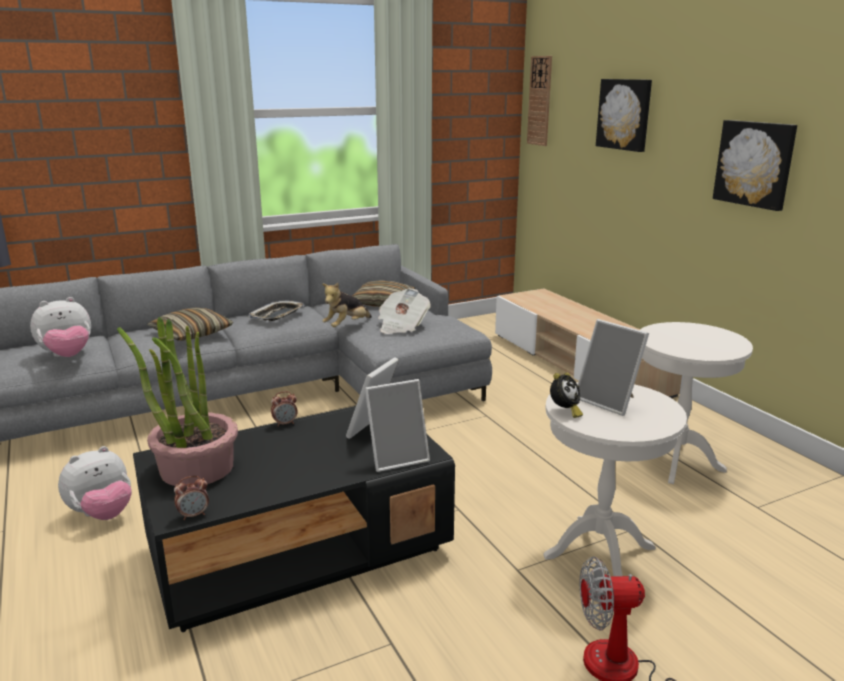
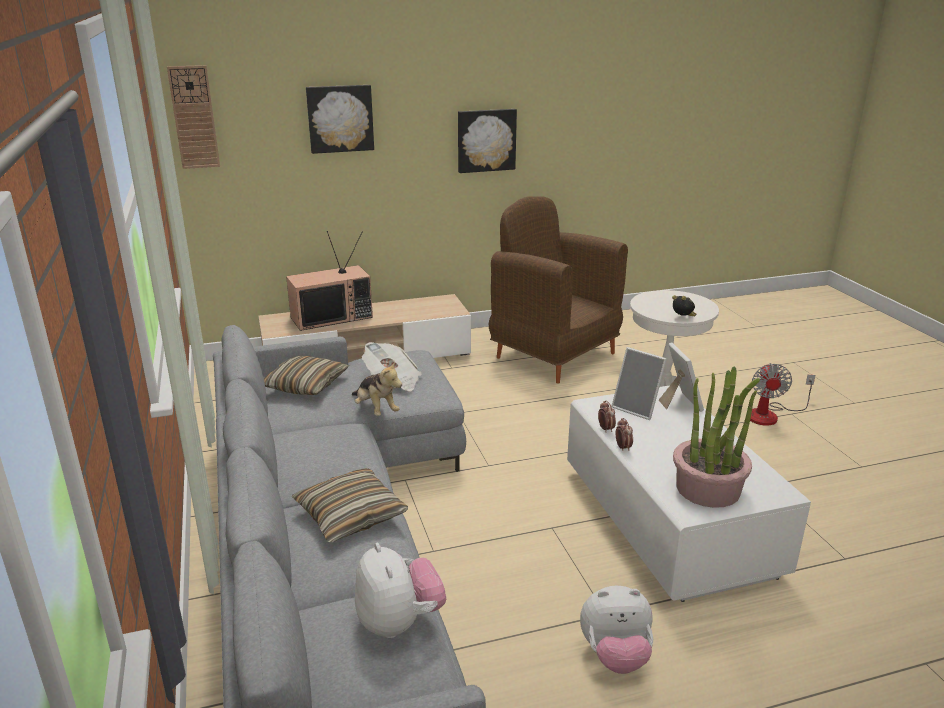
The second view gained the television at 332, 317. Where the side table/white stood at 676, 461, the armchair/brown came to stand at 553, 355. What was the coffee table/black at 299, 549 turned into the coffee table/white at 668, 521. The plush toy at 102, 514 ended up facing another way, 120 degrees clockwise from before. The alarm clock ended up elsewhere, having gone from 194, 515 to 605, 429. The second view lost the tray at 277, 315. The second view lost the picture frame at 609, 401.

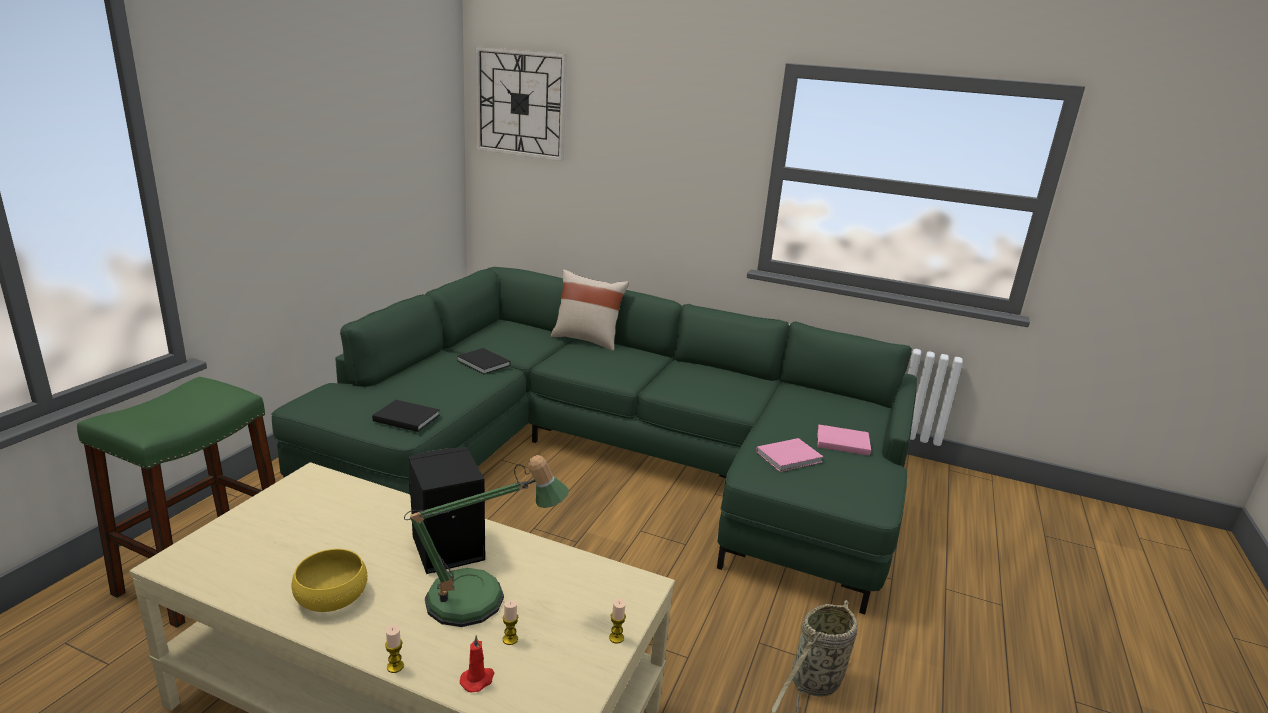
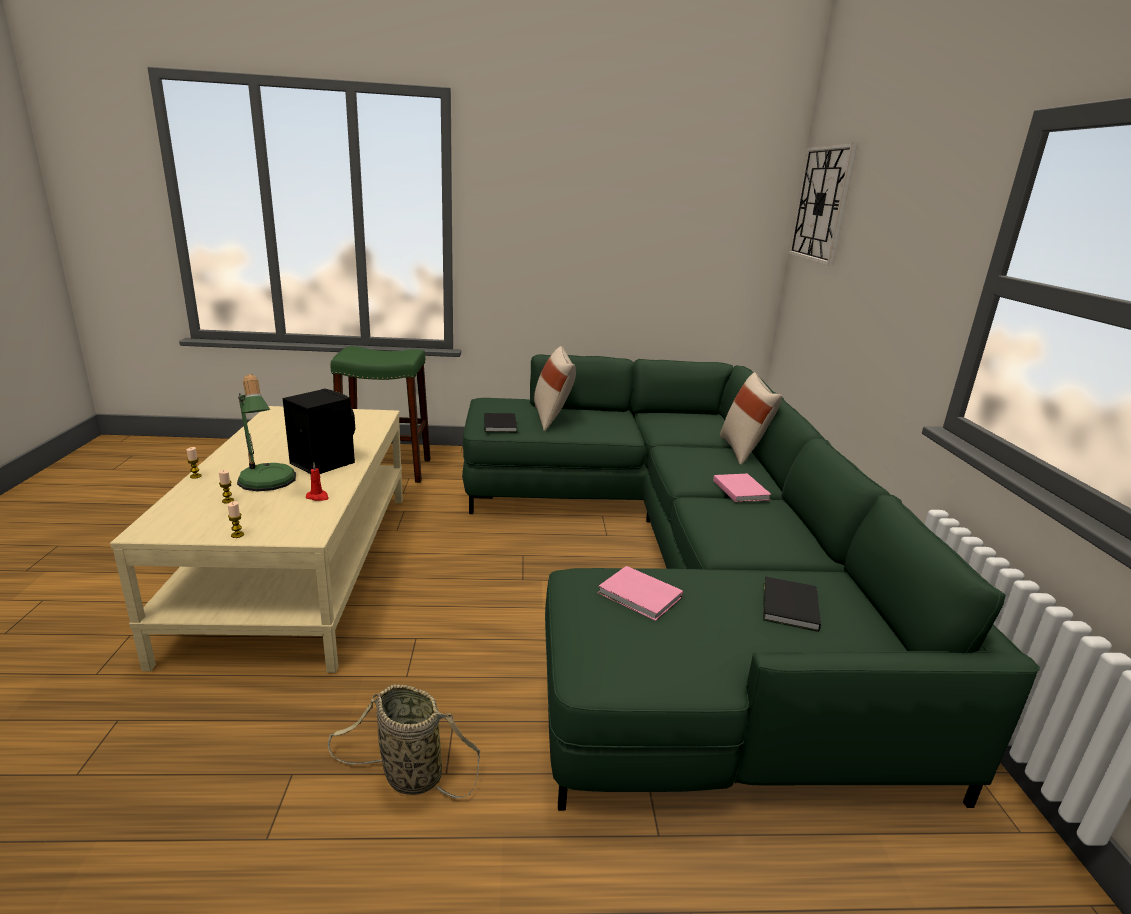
The candle/red ended up elsewhere, having gone from 478, 680 to 318, 497. The second view gained the pillow/beige at 552, 419. The book/pink ended up elsewhere, having gone from 841, 441 to 741, 489. The book/black ended up elsewhere, having gone from 483, 364 to 788, 607. The second view lost the bowl/yellow at 331, 596.

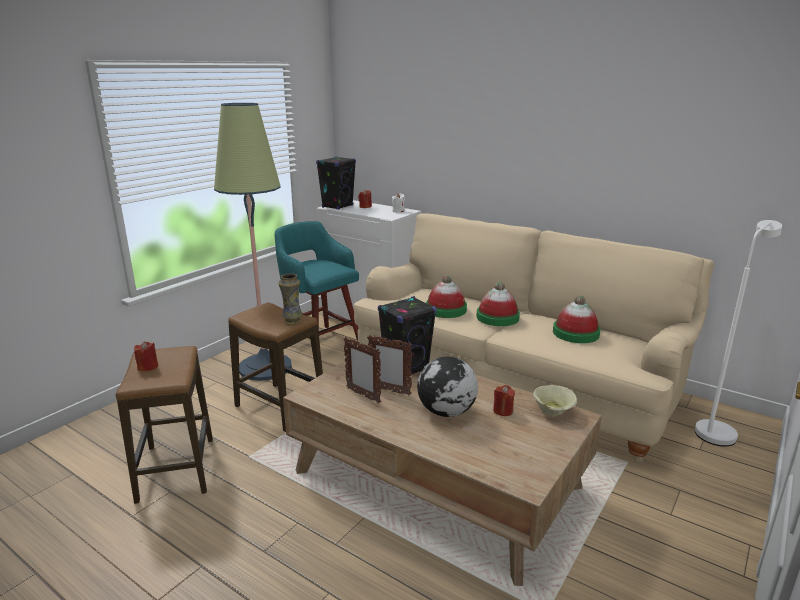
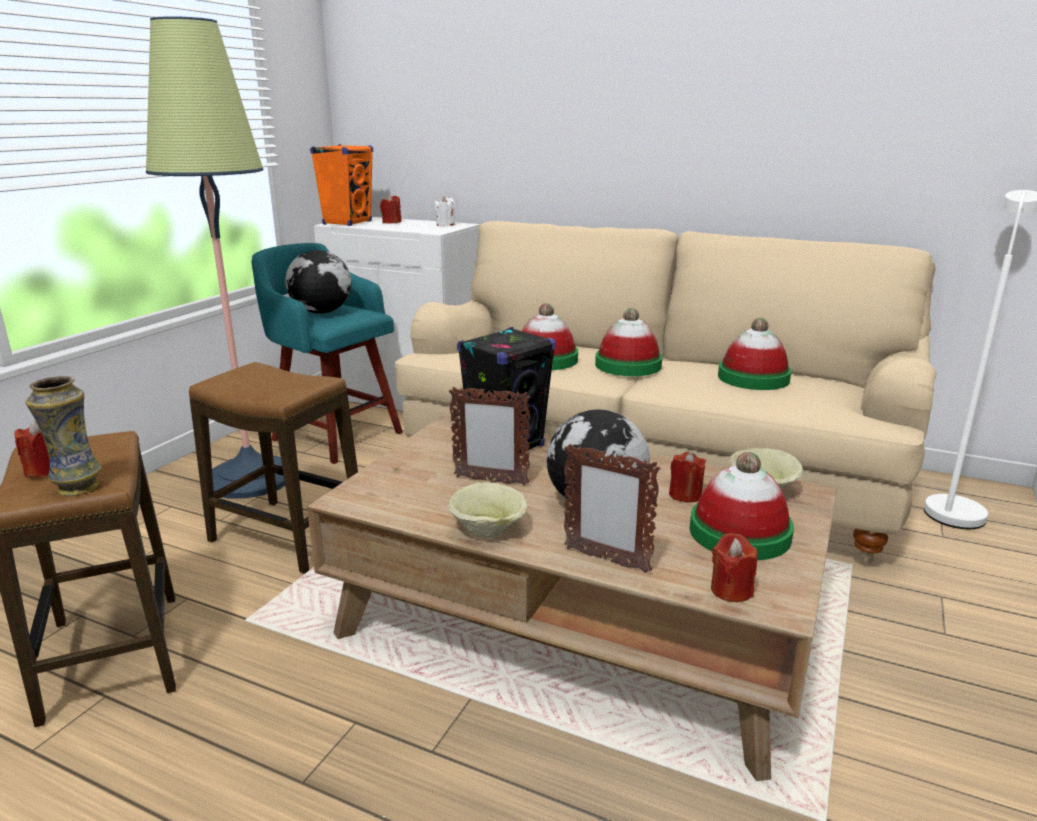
The vase ended up elsewhere, having gone from 292, 321 to 77, 488. The second view gained the globe at 322, 312. What was the speaker/black at 337, 206 turned into the speaker/orange at 347, 223. The second view gained the bowl/beige at 489, 529. The picture frame ended up elsewhere, having gone from 363, 395 to 606, 560. The second view gained the hat at 739, 533. The second view gained the candle/red at 731, 590.

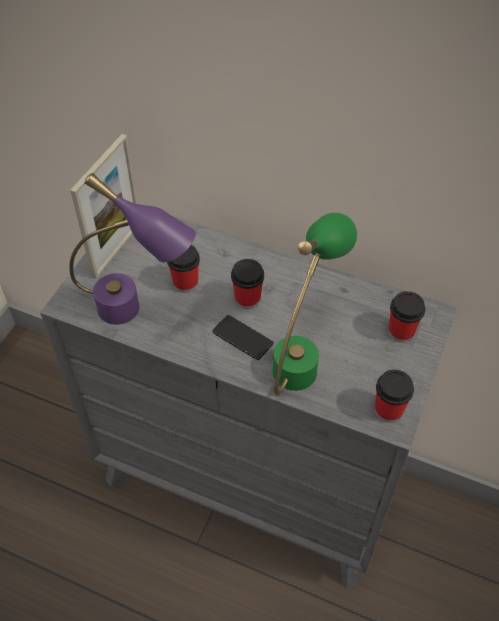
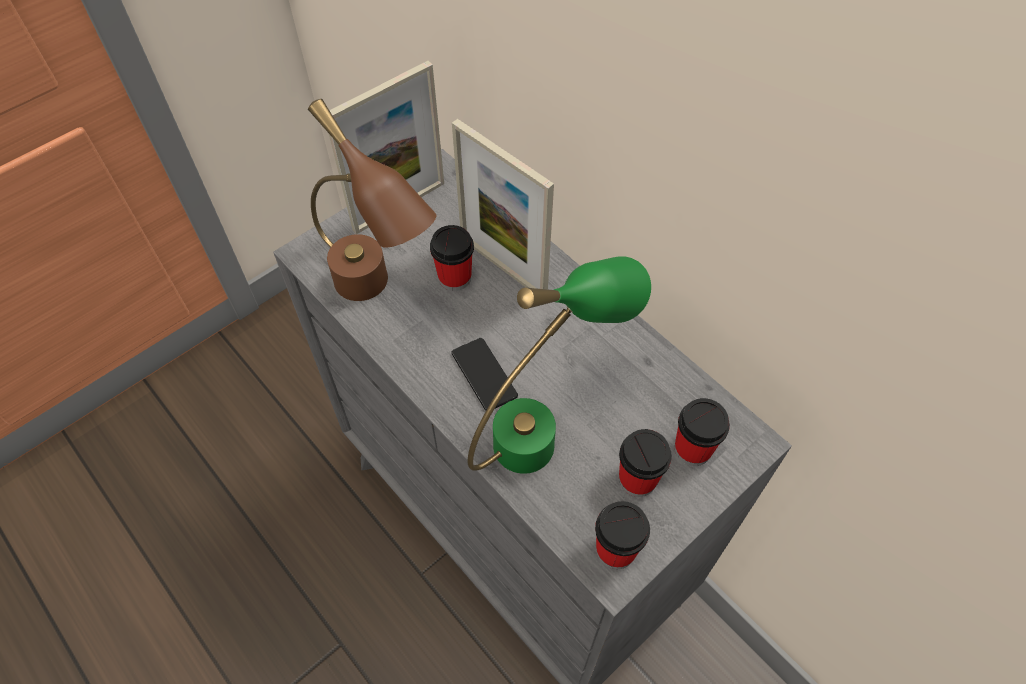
What was the table lamp/purple at 137, 313 turned into the table lamp/brown at 379, 294. The second view gained the picture frame at 503, 266. The cup ended up elsewhere, having gone from 247, 299 to 637, 479.

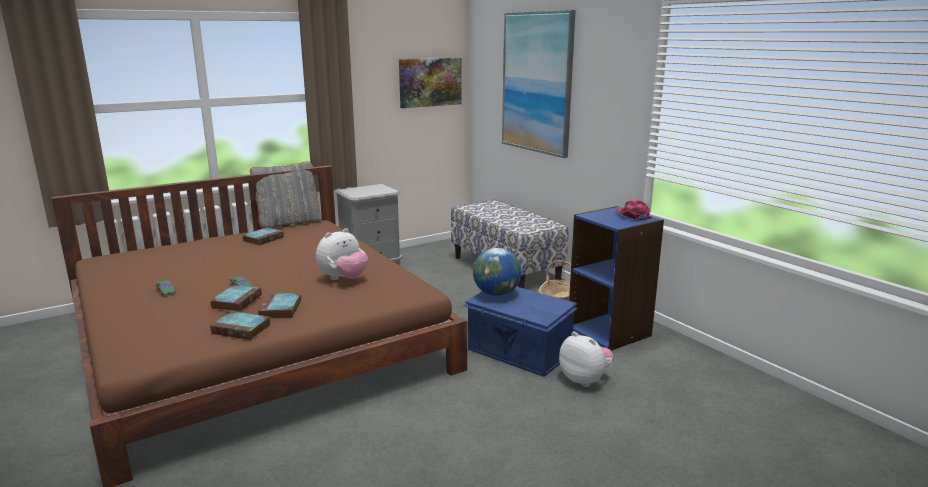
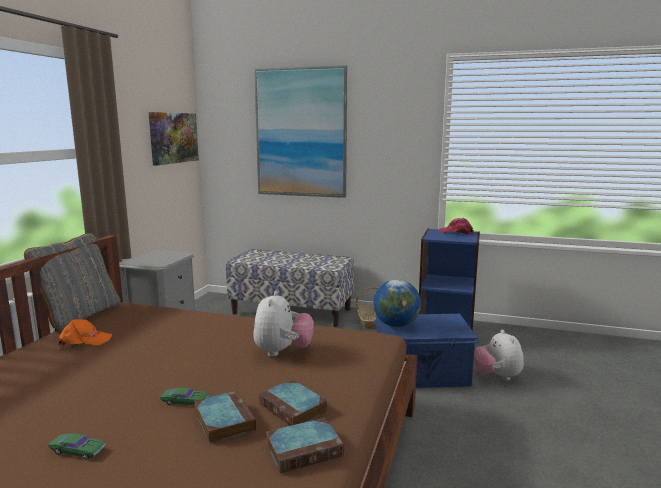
Where the book stood at 263, 239, the cap/orange came to stand at 84, 340. The plush toy at 585, 380 ended up facing another way, 105 degrees counterclockwise from before.

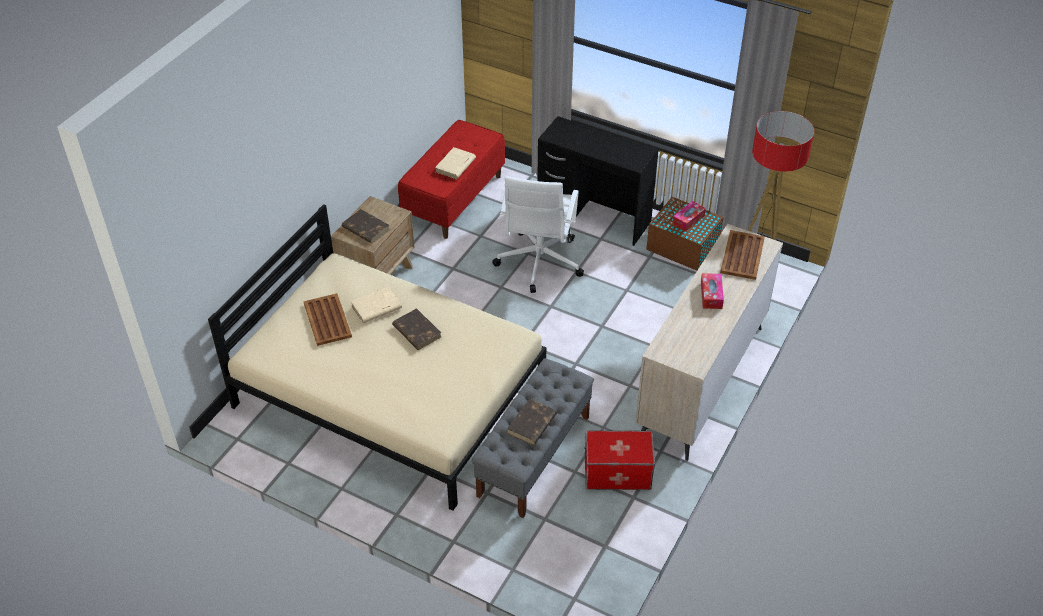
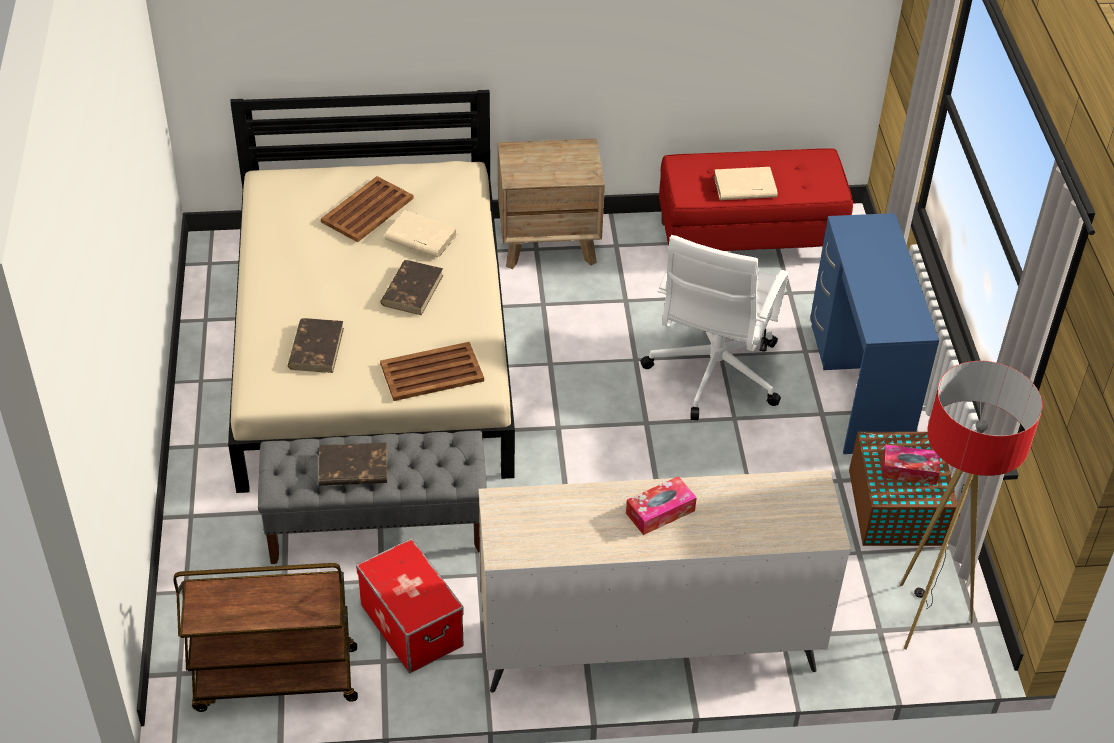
The second view gained the cart/brown at 274, 680. The book/brown ended up elsewhere, having gone from 365, 228 to 316, 348. The tray/brown ended up elsewhere, having gone from 742, 255 to 433, 372. The office chair/white at 539, 263 ended up facing another way, 45 degrees counterclockwise from before. What was the desk/black at 594, 216 turned into the desk/blue at 859, 386.

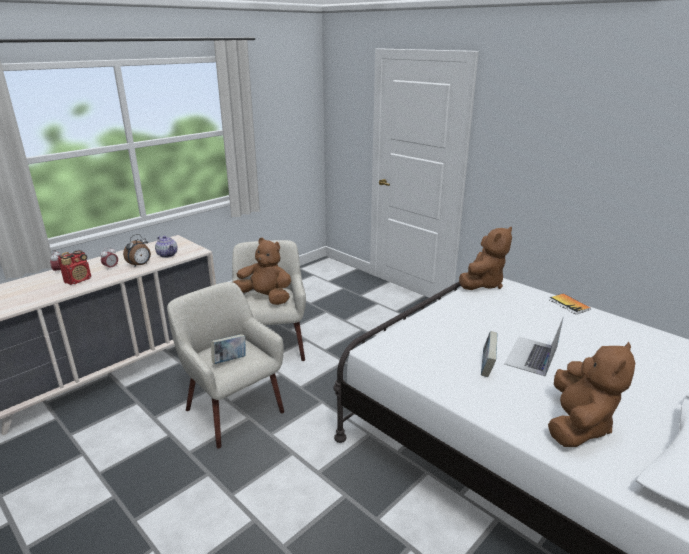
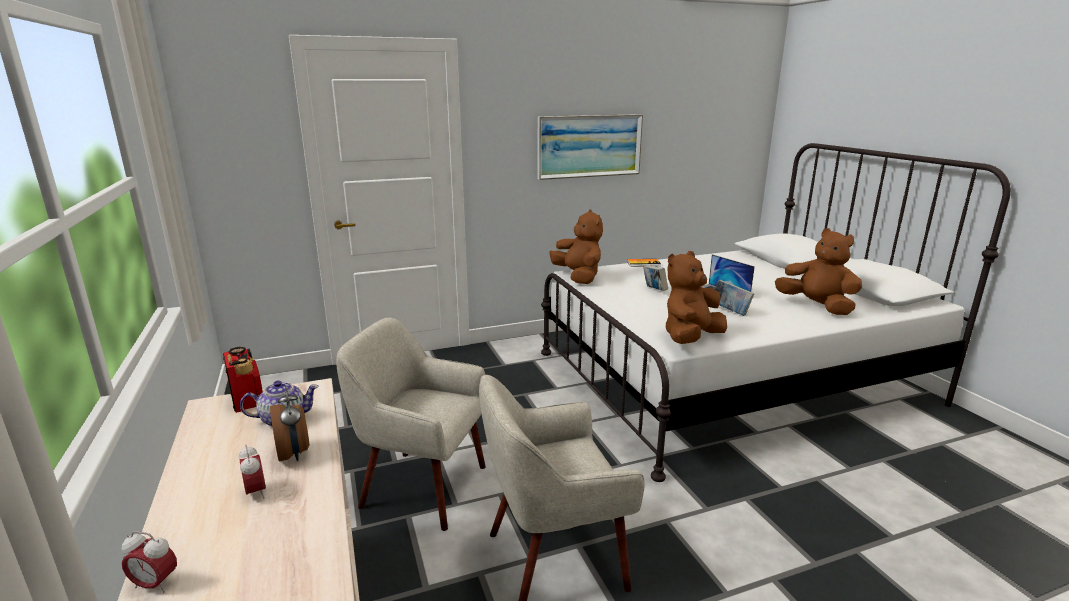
The radio ended up elsewhere, having gone from 78, 280 to 247, 400. The second view gained the picture at 589, 146. The book ended up elsewhere, having gone from 230, 360 to 654, 290. The plush toy/brown ended up elsewhere, having gone from 265, 298 to 691, 338.

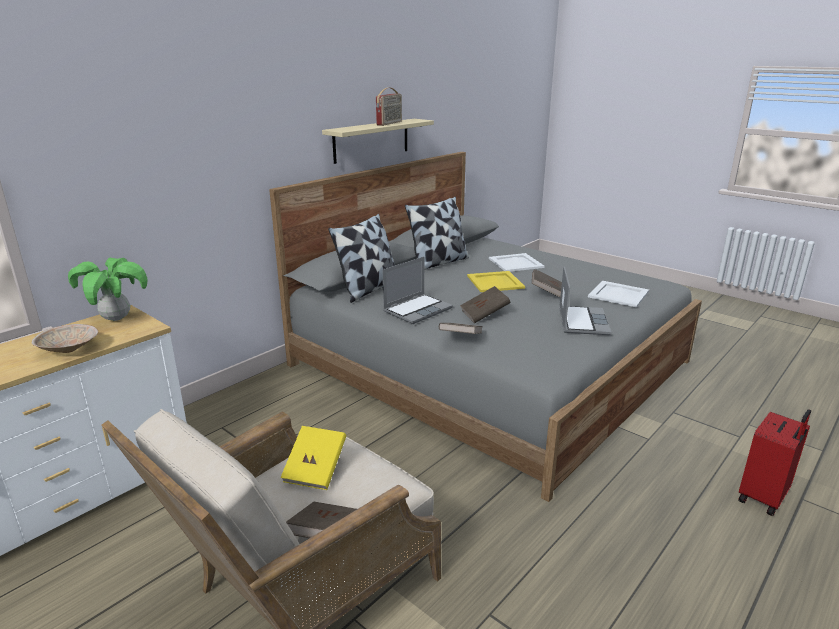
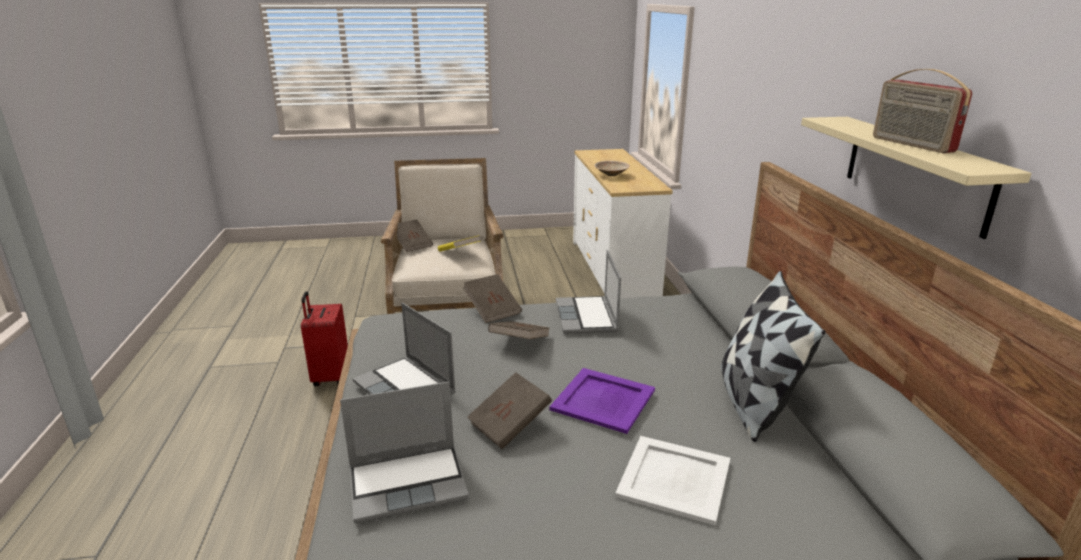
The suitcase/red ended up elsewhere, having gone from 764, 497 to 330, 377. Where the tray/white stood at 618, 294, the laptop came to stand at 409, 482. What was the tray/yellow at 495, 282 turned into the tray/purple at 602, 399. The second view lost the potted plant at 116, 318. The second view lost the pillow at 368, 289.

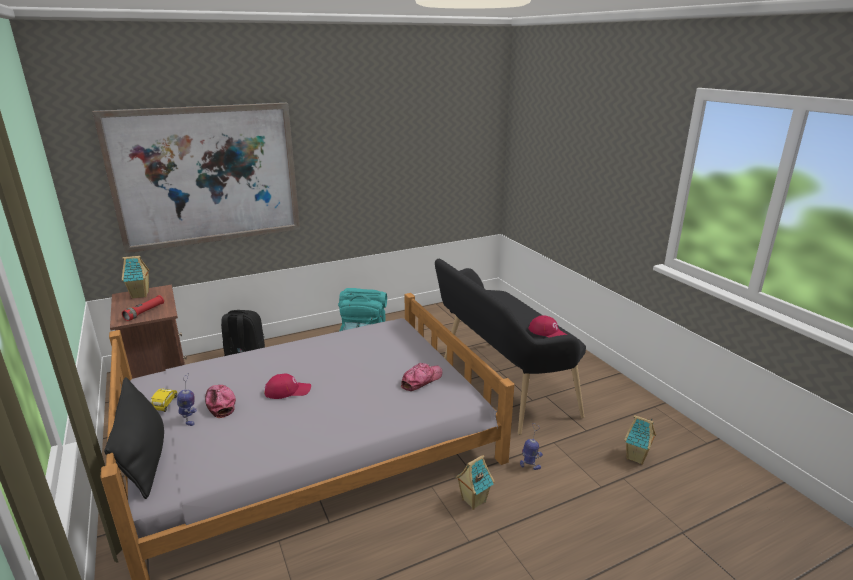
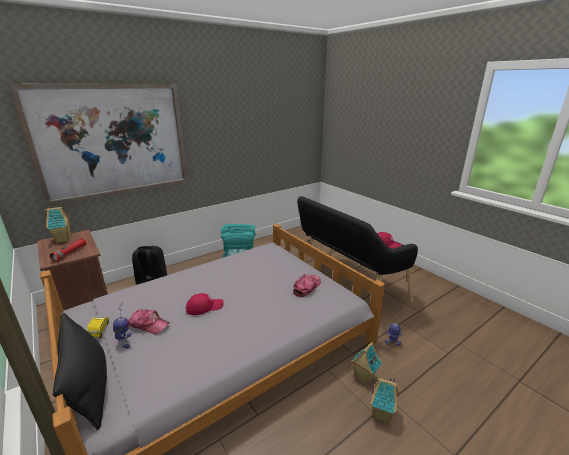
The cap at 219, 403 ended up facing another way, 150 degrees clockwise from before. The toy house ended up elsewhere, having gone from 637, 457 to 382, 415.

